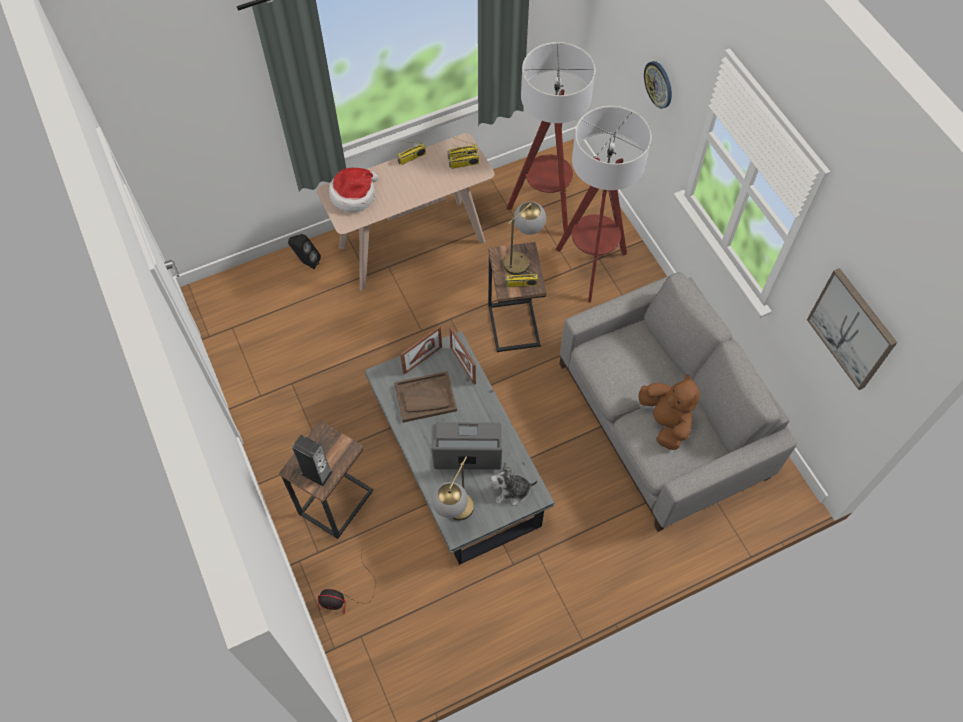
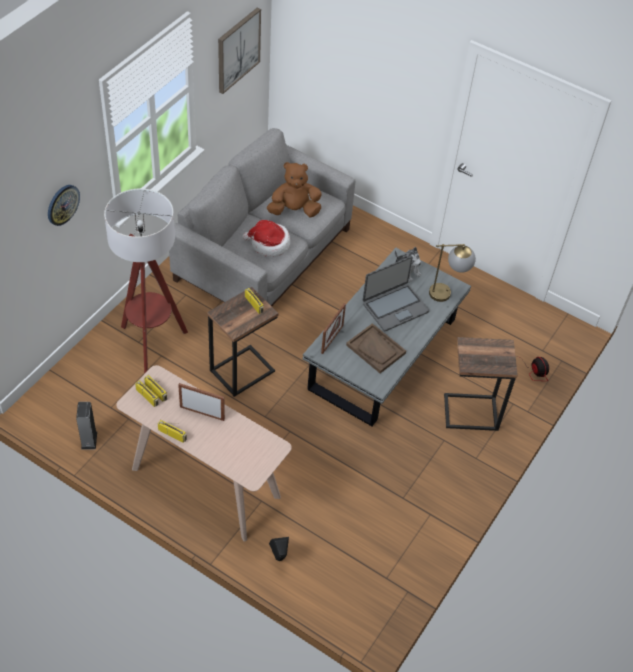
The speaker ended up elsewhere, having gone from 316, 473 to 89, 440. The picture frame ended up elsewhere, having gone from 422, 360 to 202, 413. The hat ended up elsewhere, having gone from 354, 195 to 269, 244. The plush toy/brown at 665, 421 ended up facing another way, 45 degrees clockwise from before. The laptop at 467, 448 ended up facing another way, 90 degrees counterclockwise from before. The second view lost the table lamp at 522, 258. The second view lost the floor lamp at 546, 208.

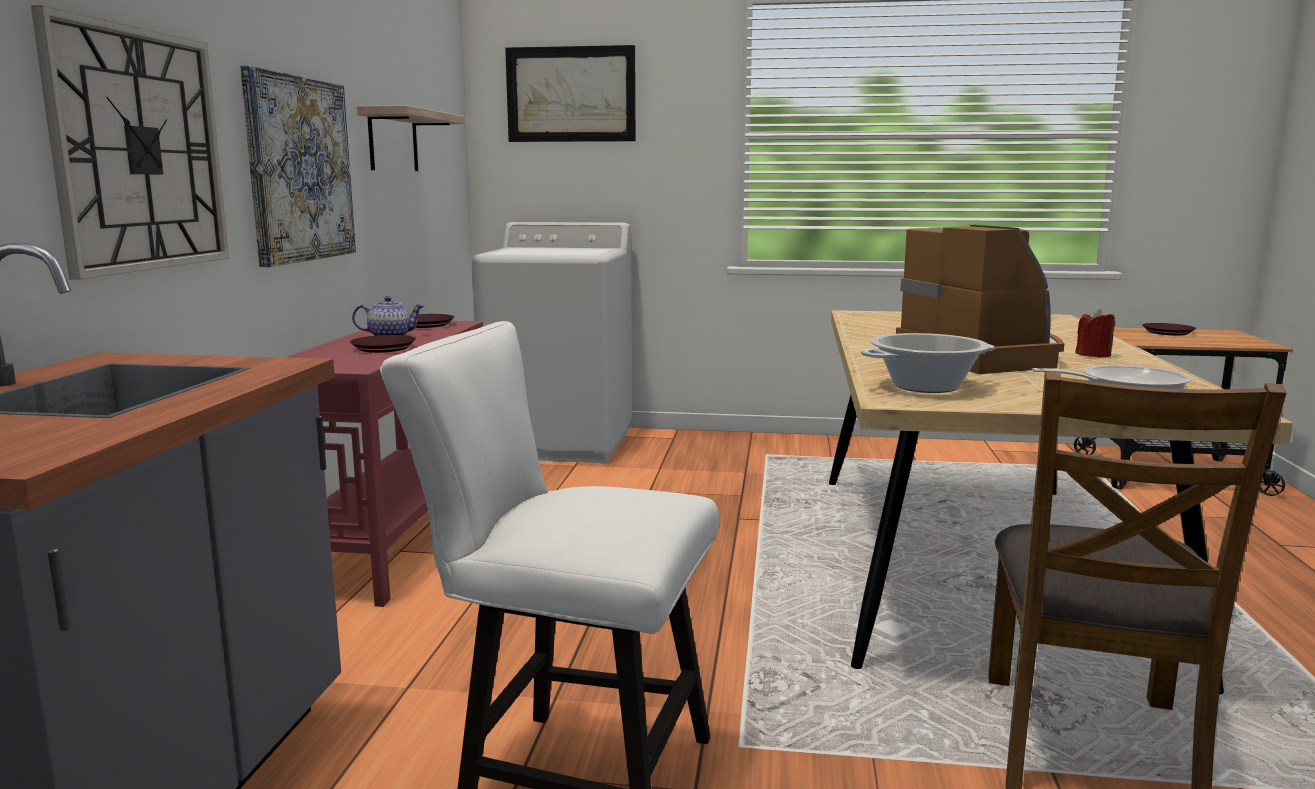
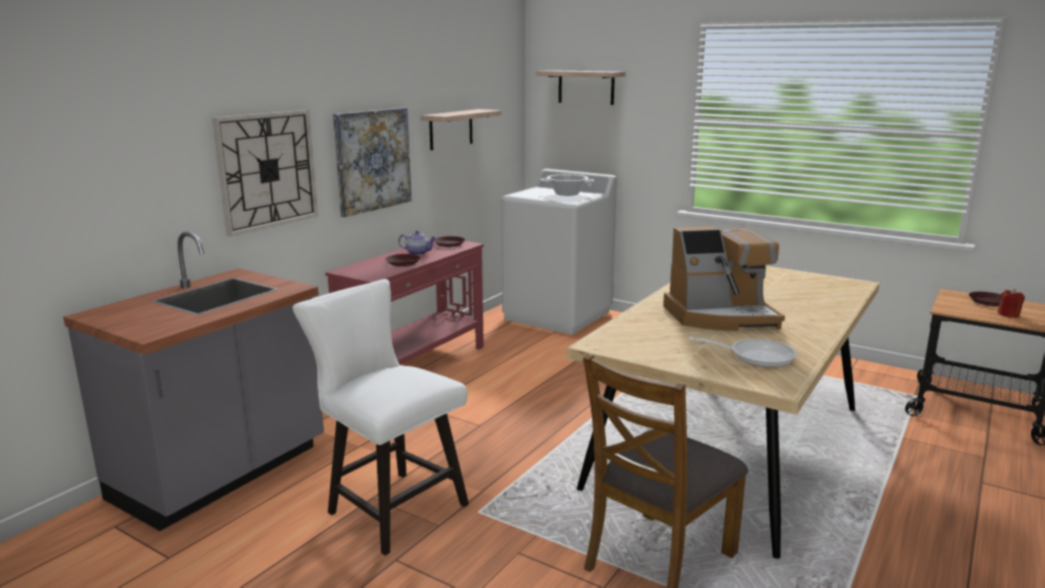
Where the picture hung at 571, 94, the shelf came to hang at 586, 87. The cooking pot ended up elsewhere, having gone from 925, 386 to 567, 193. The coffee machine at 983, 356 ended up facing another way, 75 degrees clockwise from before. The candle/red ended up elsewhere, having gone from 1093, 355 to 1008, 315.

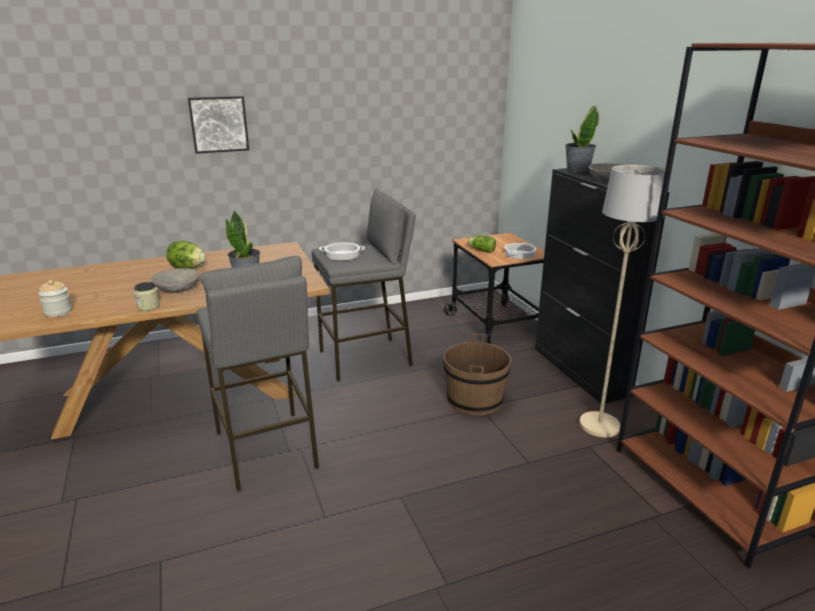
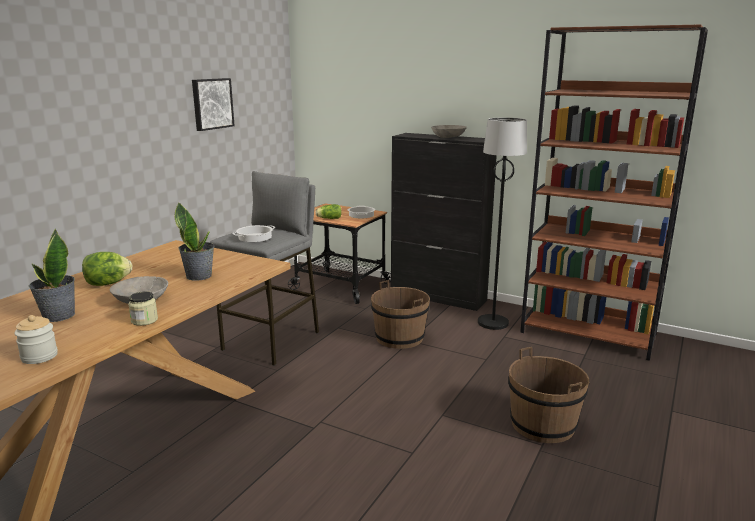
The potted plant ended up elsewhere, having gone from 577, 172 to 58, 316. The picture ended up elsewhere, having gone from 219, 124 to 211, 103. What was the floor lamp/beige at 599, 425 turned into the floor lamp/black at 493, 323. The second view gained the bucket/brown at 543, 424. The second view lost the stool/grey at 266, 449.

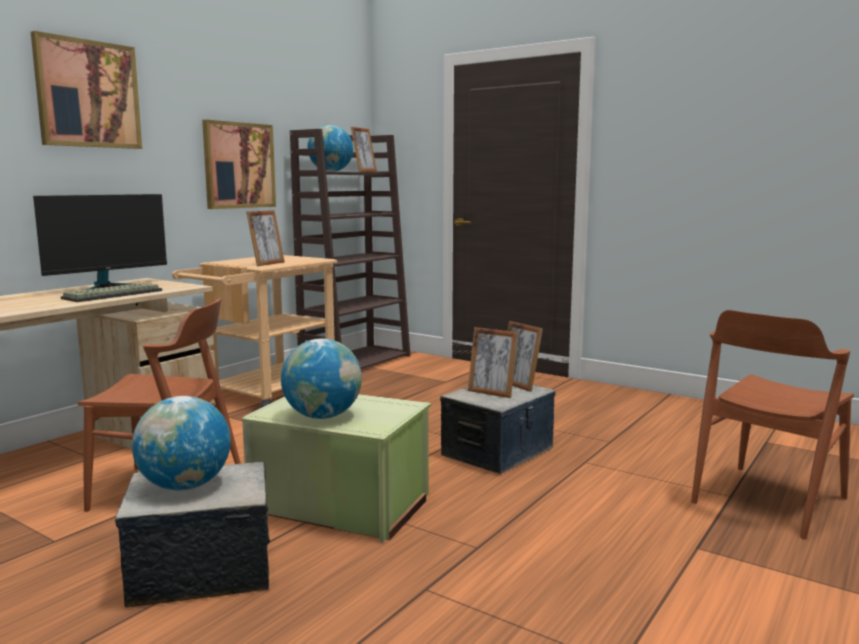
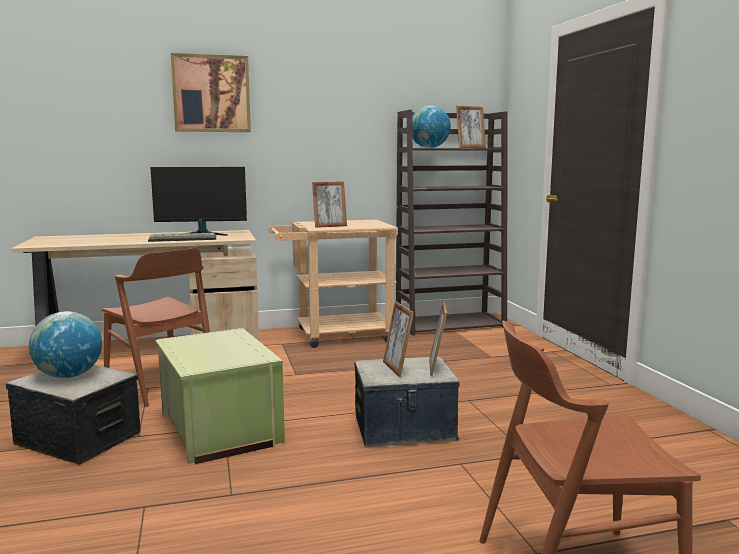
The second view lost the picture at 239, 165. The second view lost the globe at 323, 416.

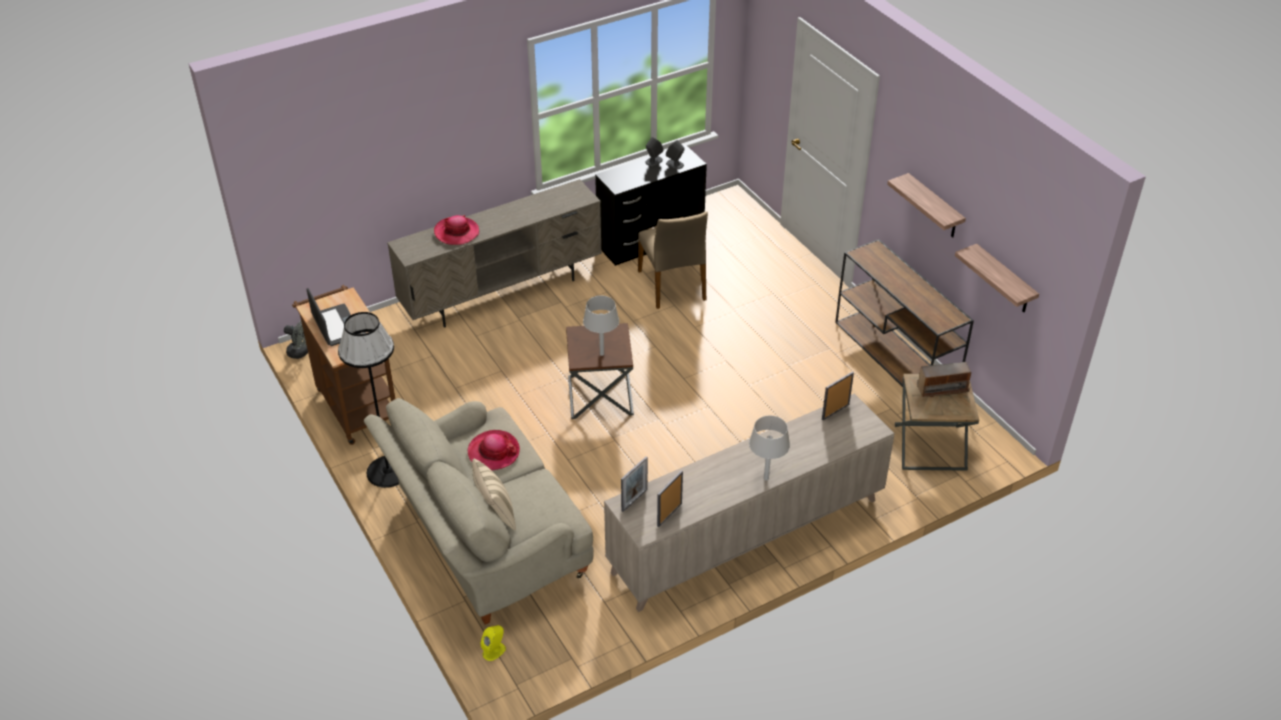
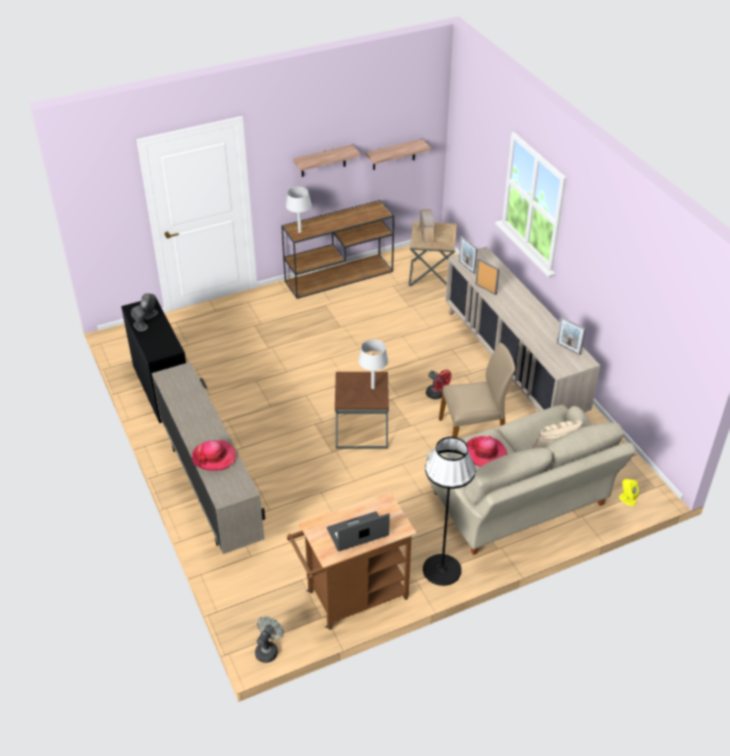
The table lamp/grey ended up elsewhere, having gone from 766, 478 to 299, 232. The second view gained the fan/red at 437, 395. The chair/beige ended up elsewhere, having gone from 673, 285 to 473, 432. The picture frame ended up elsewhere, having gone from 634, 500 to 486, 289.

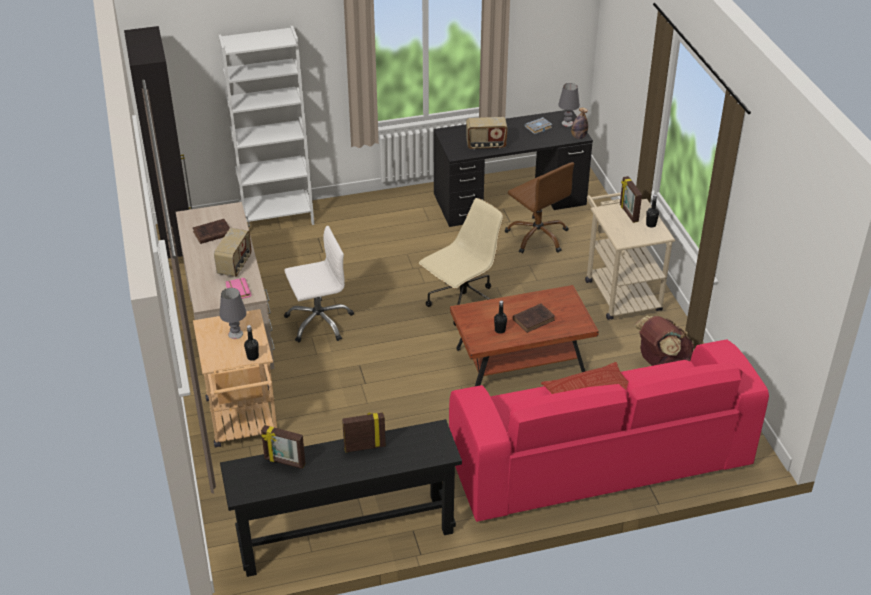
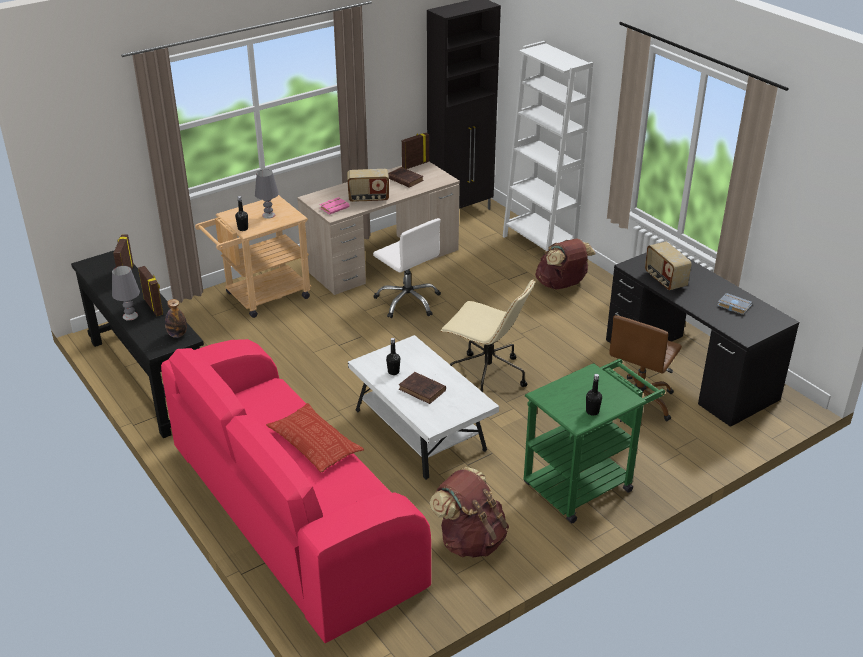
The table lamp/grey ended up elsewhere, having gone from 567, 123 to 130, 316. The bottle ended up elsewhere, having gone from 578, 137 to 177, 334. What was the coffee table/brown at 520, 360 turned into the coffee table/white at 420, 431. The picture frame ended up elsewhere, having gone from 628, 213 to 415, 164. What was the cart/beige at 619, 291 turned into the cart/green at 585, 482. The second view gained the backpack/brown at 562, 285.

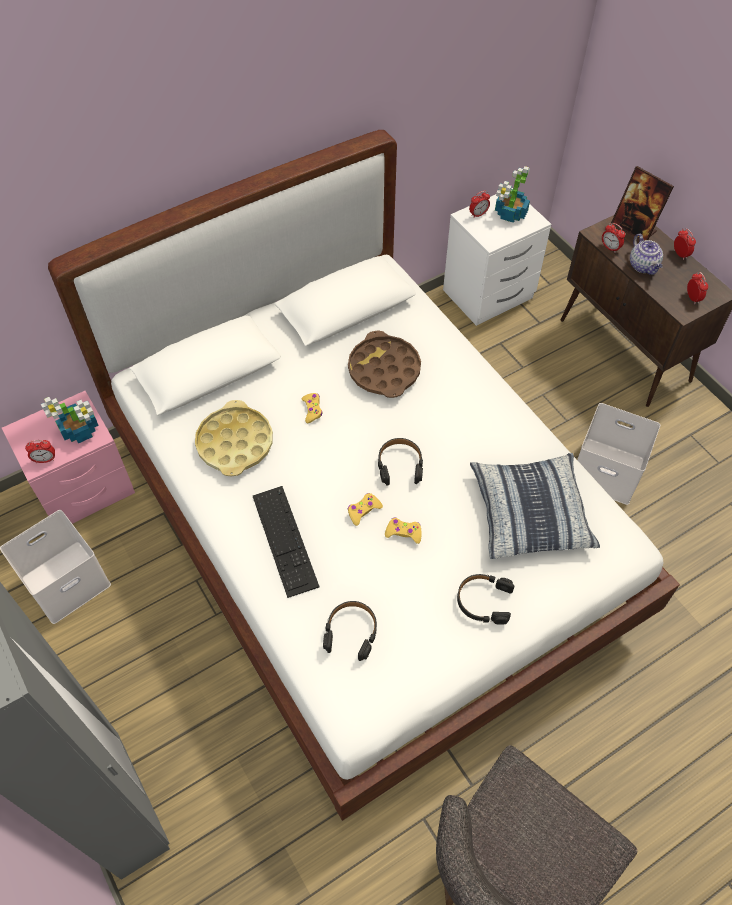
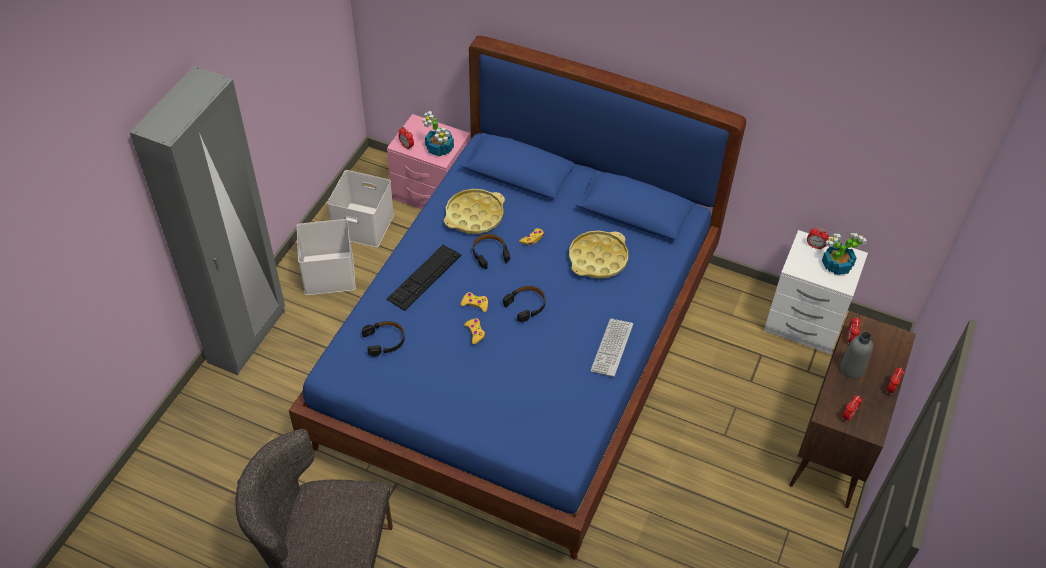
What was the bed/white at 366, 530 turned into the bed/blue at 521, 357. The storage box/white ended up elsewhere, having gone from 608, 470 to 330, 274. The headphones/black ended up elsewhere, having gone from 483, 601 to 490, 253. What was the tray/brown at 384, 370 turned into the tray/yellow at 597, 258. The second view gained the keyboard at 612, 348. Where the teapot stood at 643, 266, the bottle/grey came to stand at 851, 369. The second view lost the pillow at 530, 512. The second view lost the picture frame at 634, 228.

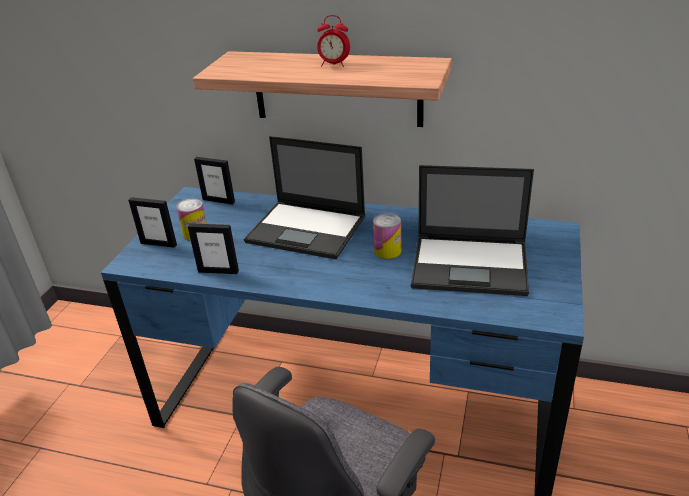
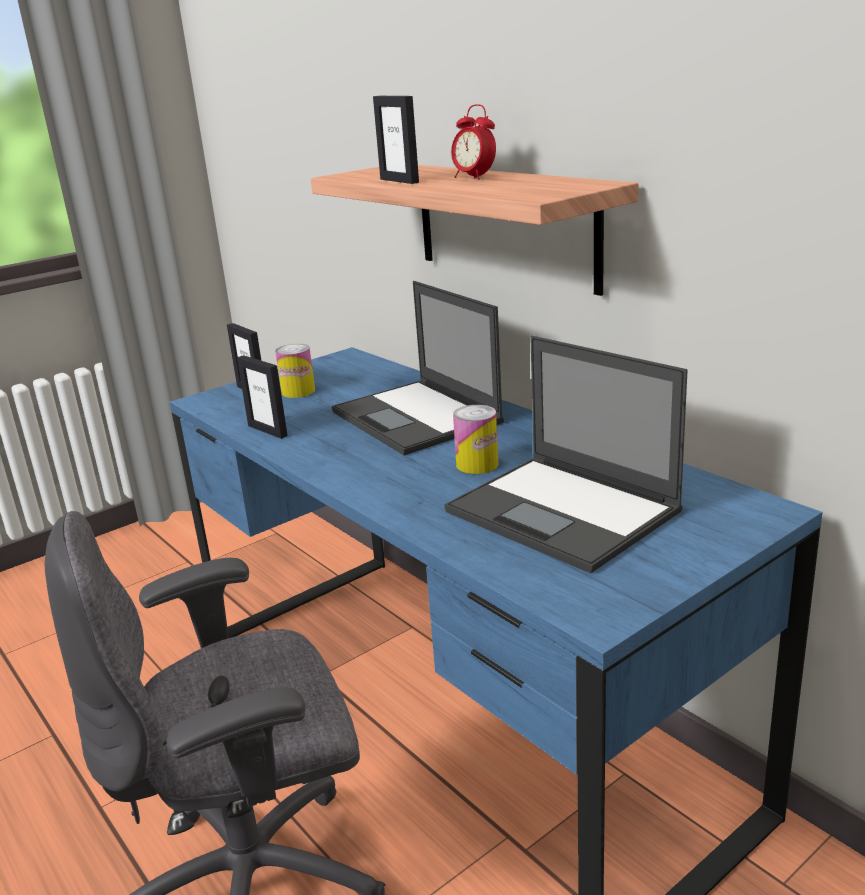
The picture frame ended up elsewhere, having gone from 219, 200 to 399, 181.

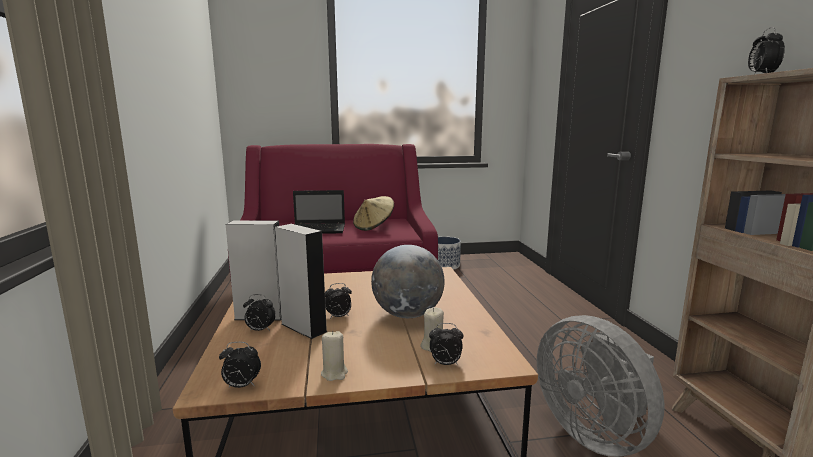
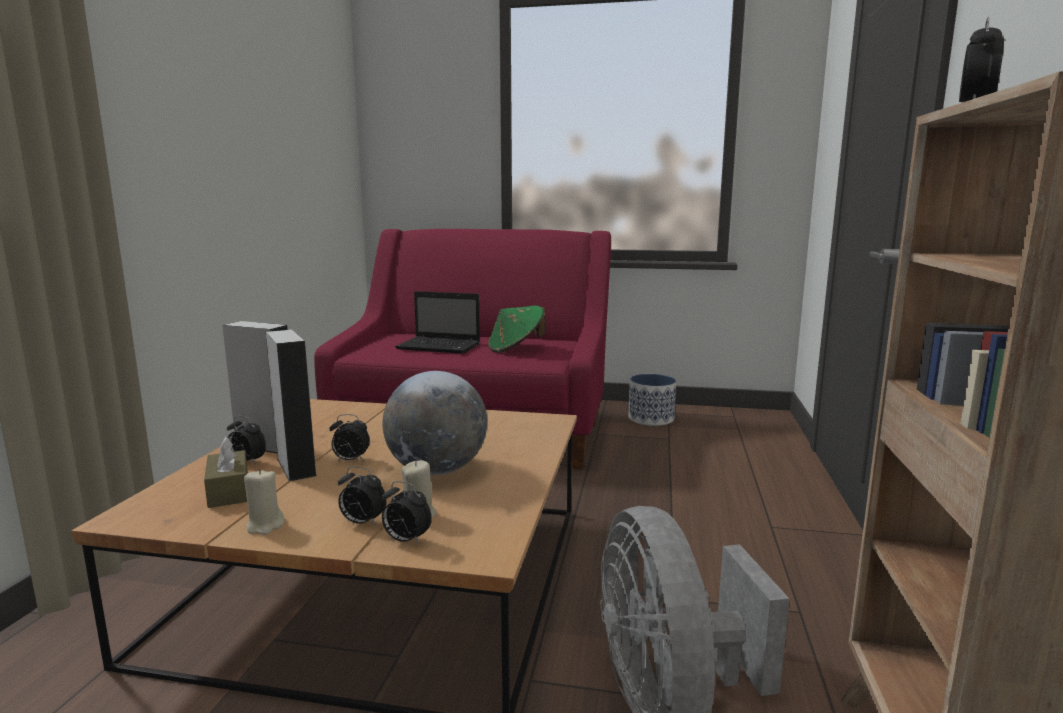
The second view gained the tissue box/brown at 229, 491. The alarm clock ended up elsewhere, having gone from 241, 386 to 362, 523. What was the hat/beige at 374, 227 turned into the hat/green at 516, 349.

